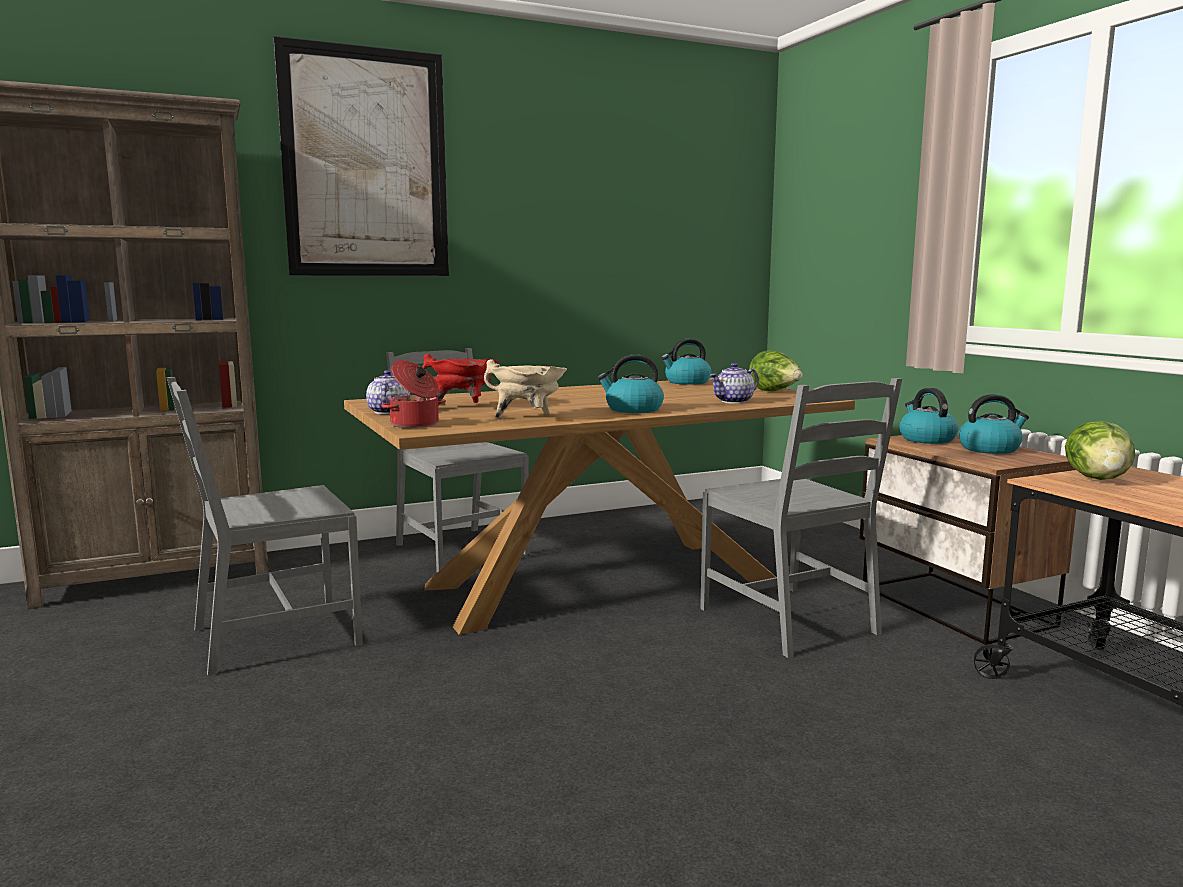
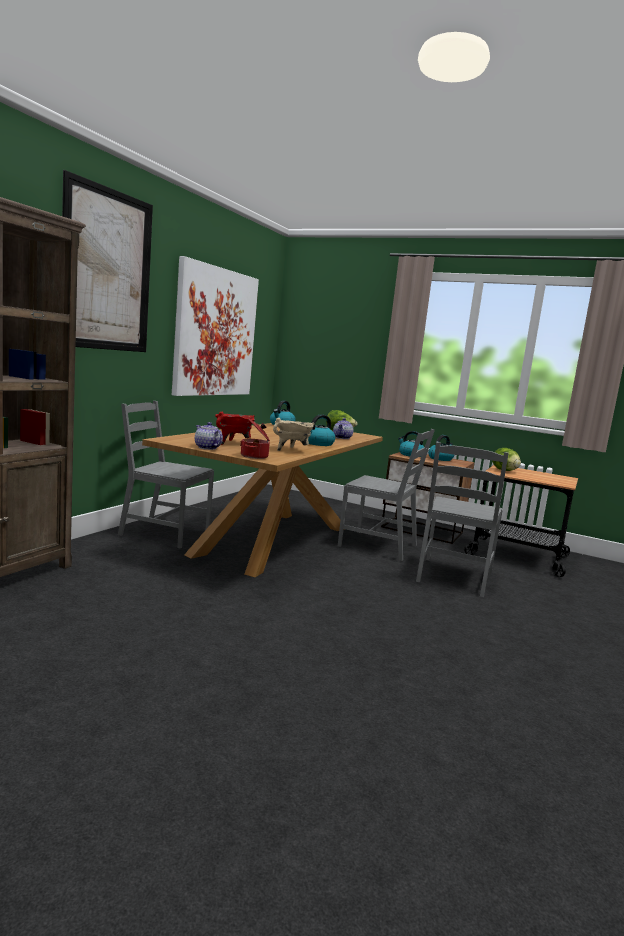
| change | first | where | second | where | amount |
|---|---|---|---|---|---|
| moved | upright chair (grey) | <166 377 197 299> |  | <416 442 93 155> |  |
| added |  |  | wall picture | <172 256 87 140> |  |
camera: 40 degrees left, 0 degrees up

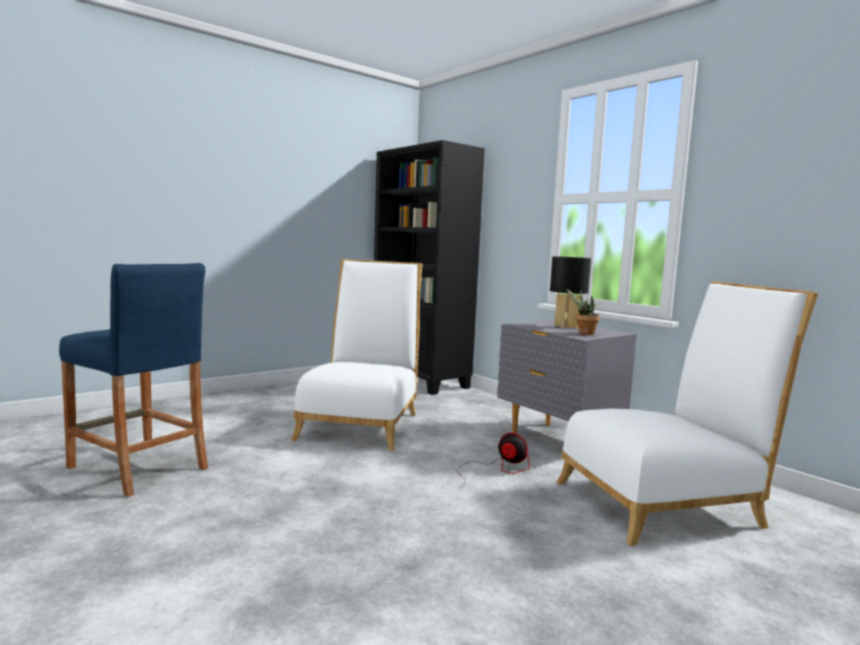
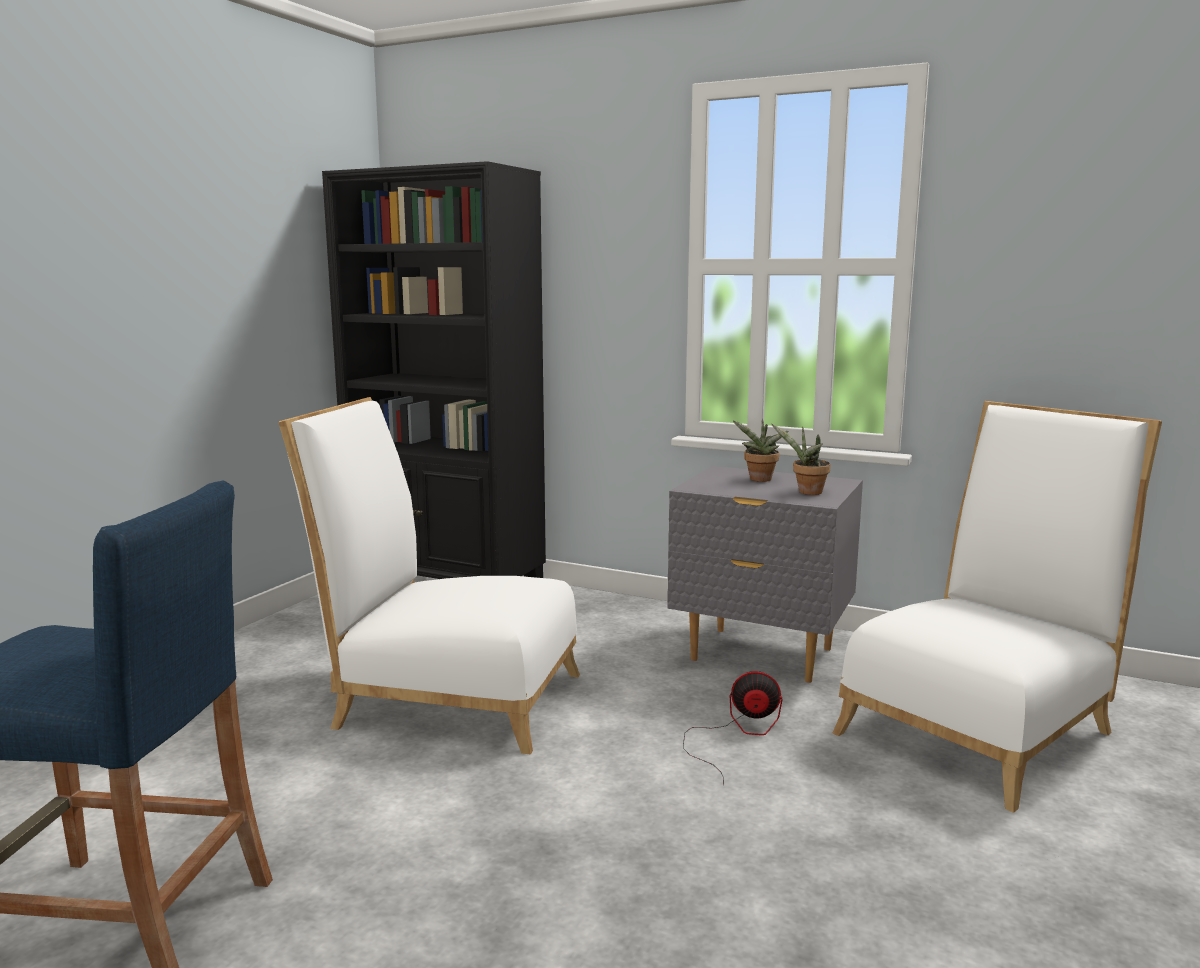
| change | first | where | second | where | amount |
|---|---|---|---|---|---|
| replaced | table lamp (black) | <550 256 41 72> | houseplant | <733 419 55 63> |  |
| turned | upright chair (white) | <291 259 131 192> |  | <278 397 302 357> | 60 degrees counterclockwise |
camera: 25 degrees left, 5 degrees up

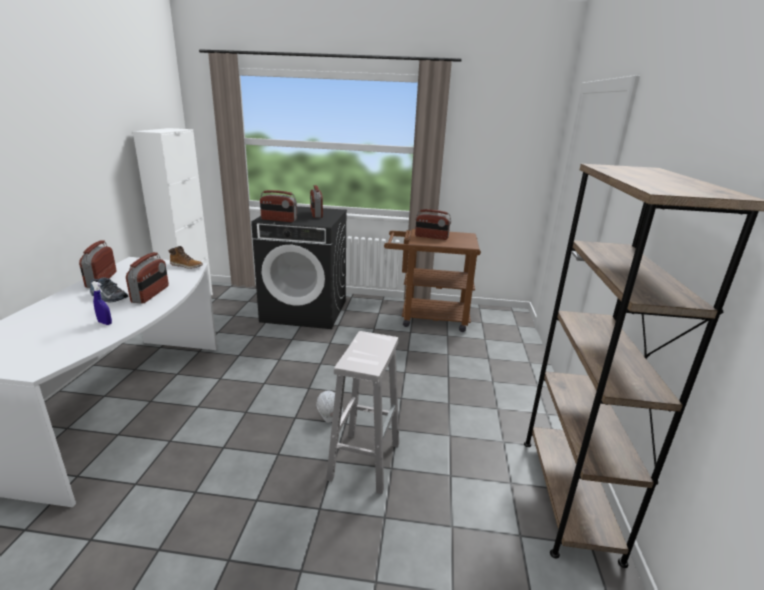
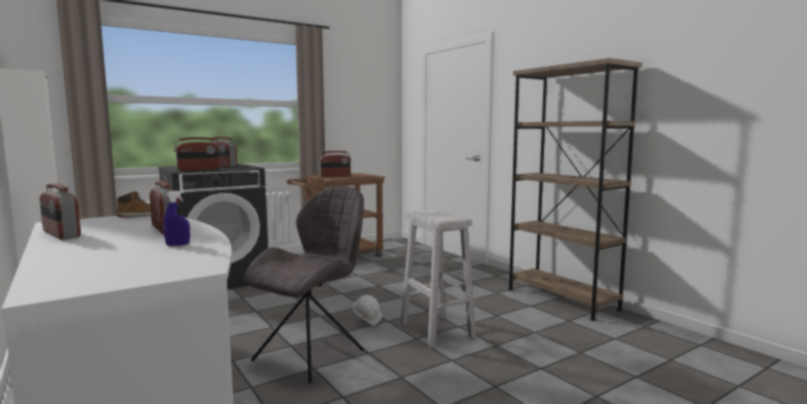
| change | first | where | second | where | amount |
|---|---|---|---|---|---|
| removed | shoe | <90 277 38 26> |  |  |  |
| added |  |  | upright chair (grey) | <244 186 120 197> |  |
camera: 40 degrees left, 15 degrees down

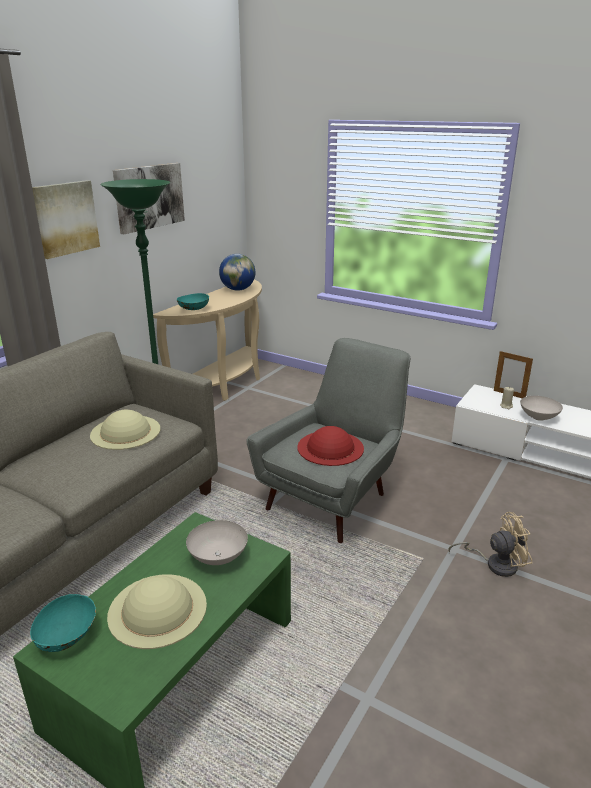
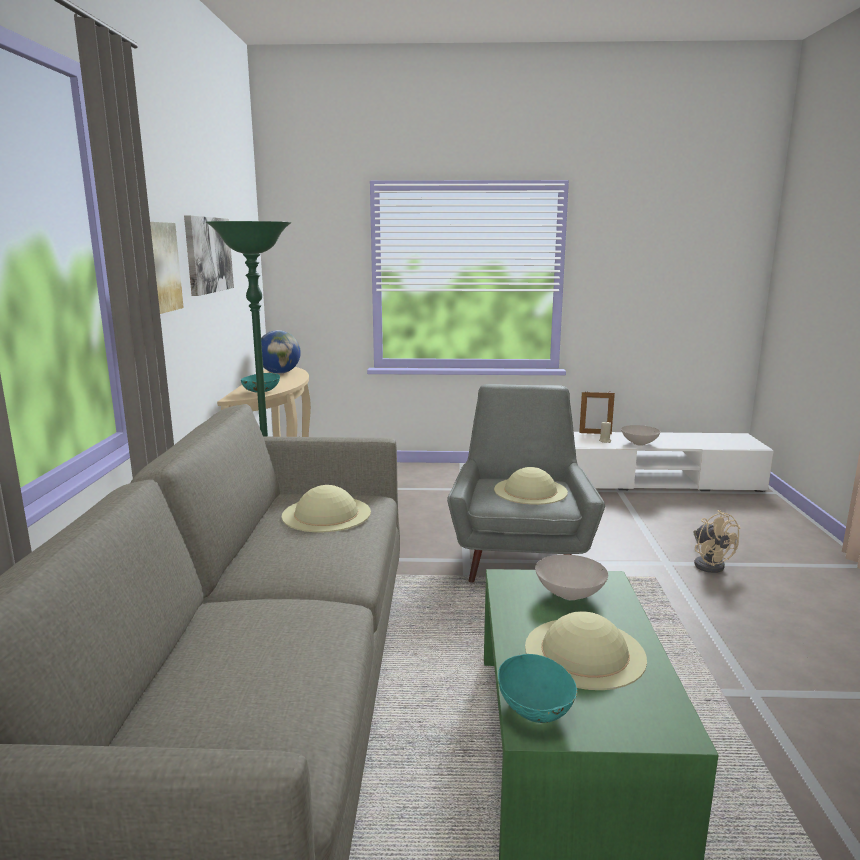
| change | first | where | second | where | amount |
|---|---|---|---|---|---|
| recoloured | clothing hat (red-coloured) | <297 426 67 40> | clothing hat (beige) | <494 467 74 38> |  |
| turned | electric fan (beige) | <448 512 84 65> |  | <694 510 46 63> | 105 degrees clockwise |
camera: 30 degrees left, 10 degrees down

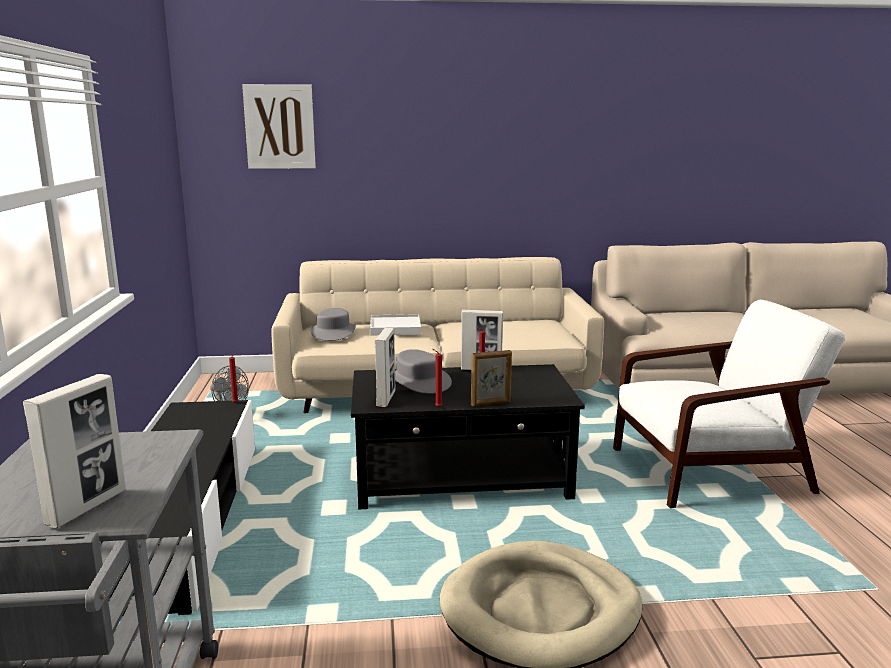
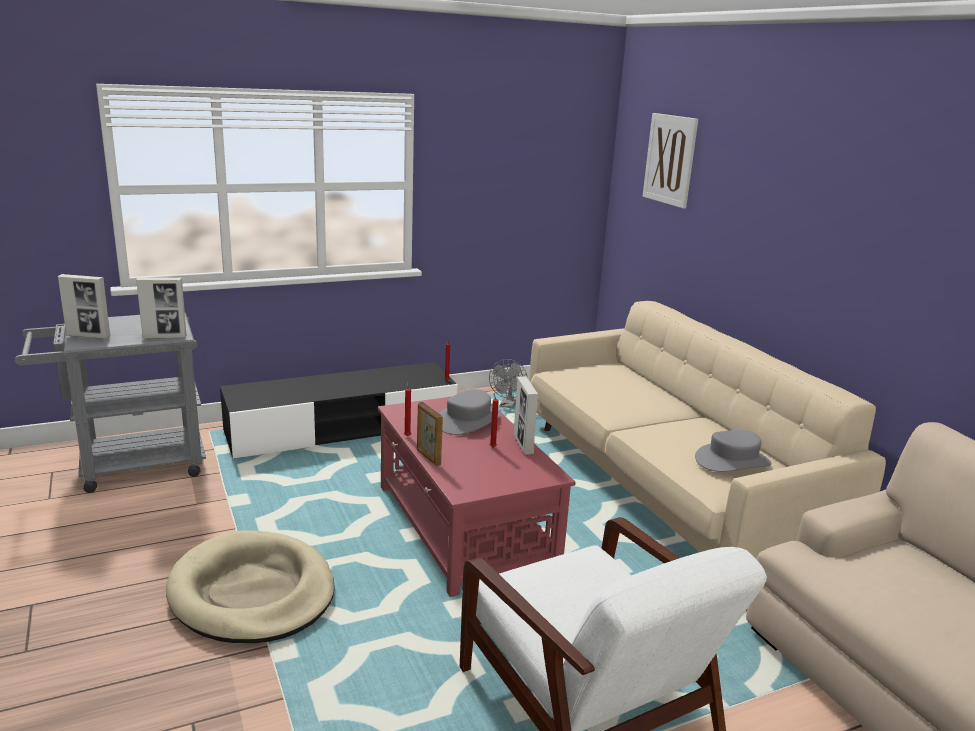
| change | first | where | second | where | amount |
|---|---|---|---|---|---|
| moved | clothing hat (grey) | <311 308 45 33> |  | <695 430 77 42> |  |
| removed | serving tray (white) | <370 314 51 22> |  |  |  |
| moved | standing frame | <375 328 20 79> |  | <136 277 51 62> |  |
| recoloured | coffee table (black) | <351 364 234 145> | coffee table (red-coloured) | <378 397 198 200> |  |
camera: 70 degrees right, 5 degrees up

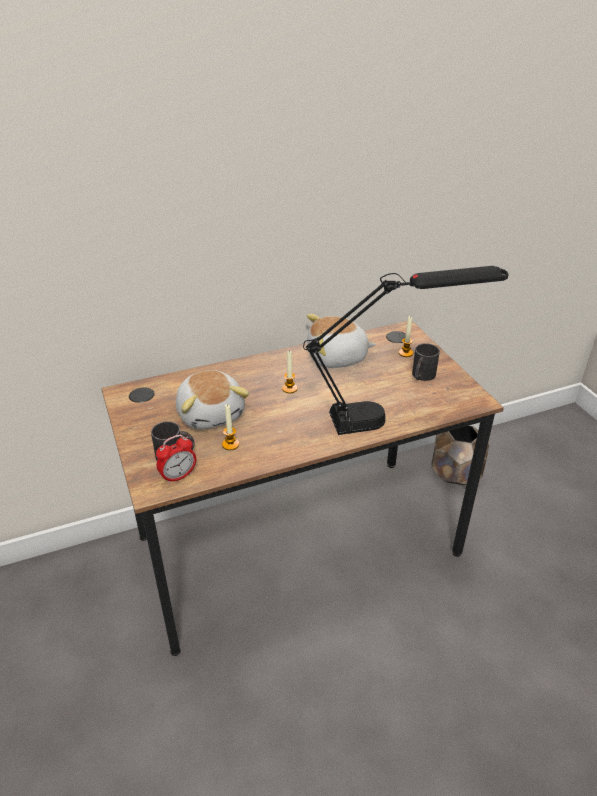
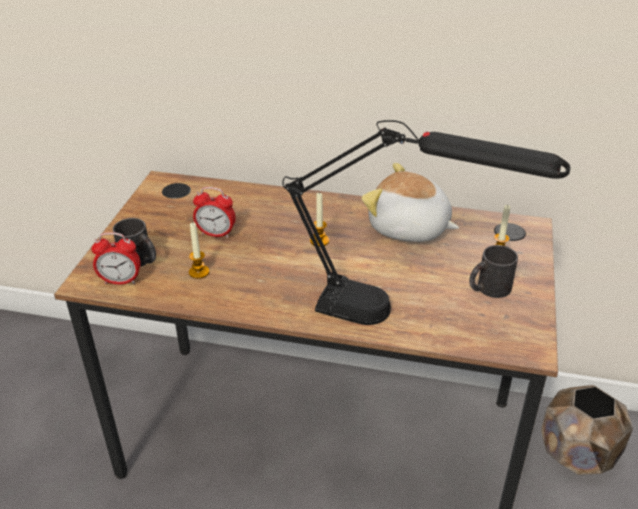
| change | first | where | second | where | amount |
|---|---|---|---|---|---|
| replaced | cuddly toy | <176 370 73 59> | table clock | <193 187 43 51> |  |
camera: 35 degrees right, 0 degrees up

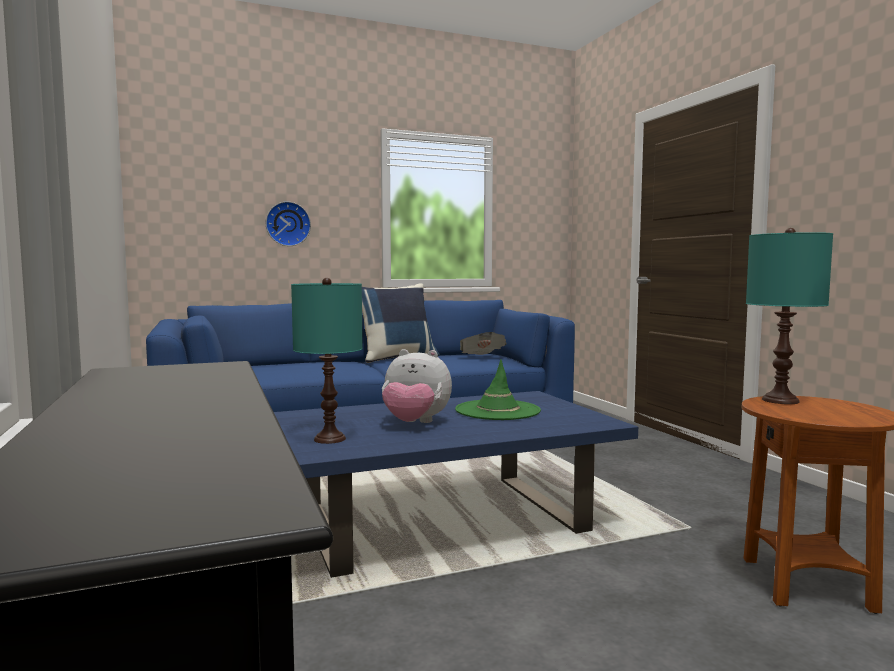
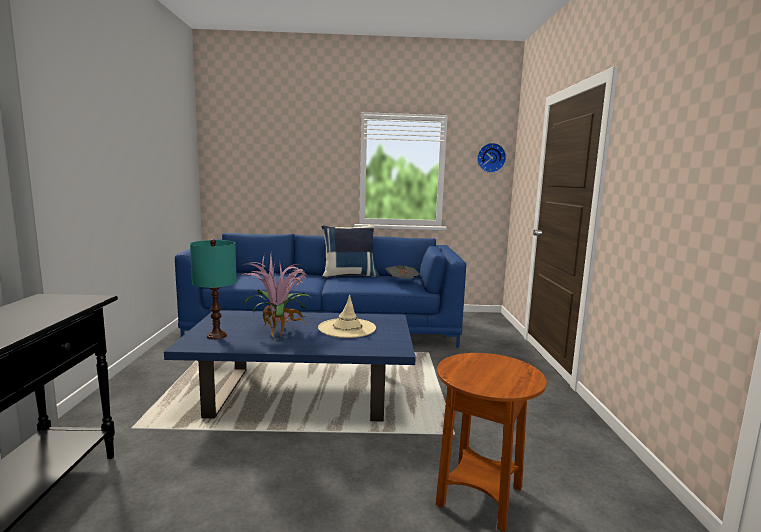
| change | first | where | second | where | amount |
|---|---|---|---|---|---|
| moved | clock on the wall | <266 201 45 45> |  | <477 143 29 30> |  |
| removed | table lamp (blue-green) | <746 228 87 176> |  |  |  |
| replaced | cuddly toy | <382 349 70 74> | houseplant | <241 254 70 85> |  |
| recoloured | clothing hat (green-coloured) | <455 360 86 60> | clothing hat (beige) | <318 295 58 43> |  |
camera: 20 degrees right, 5 degrees up

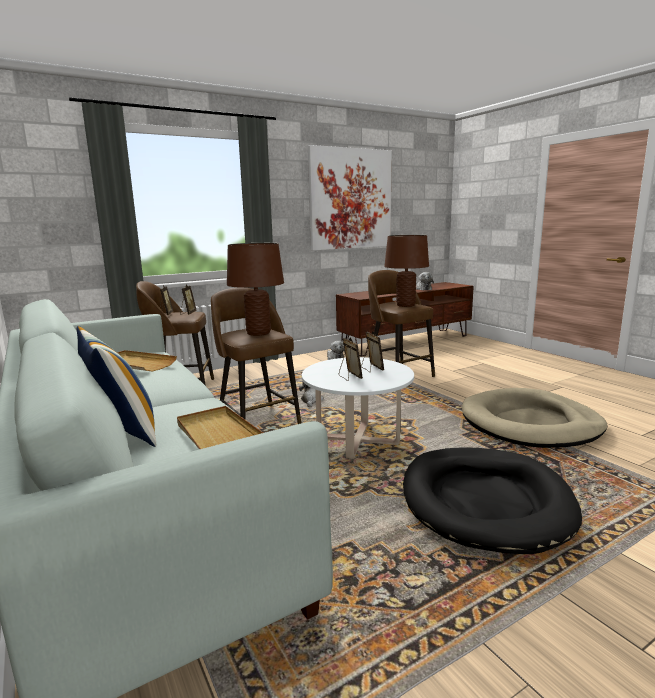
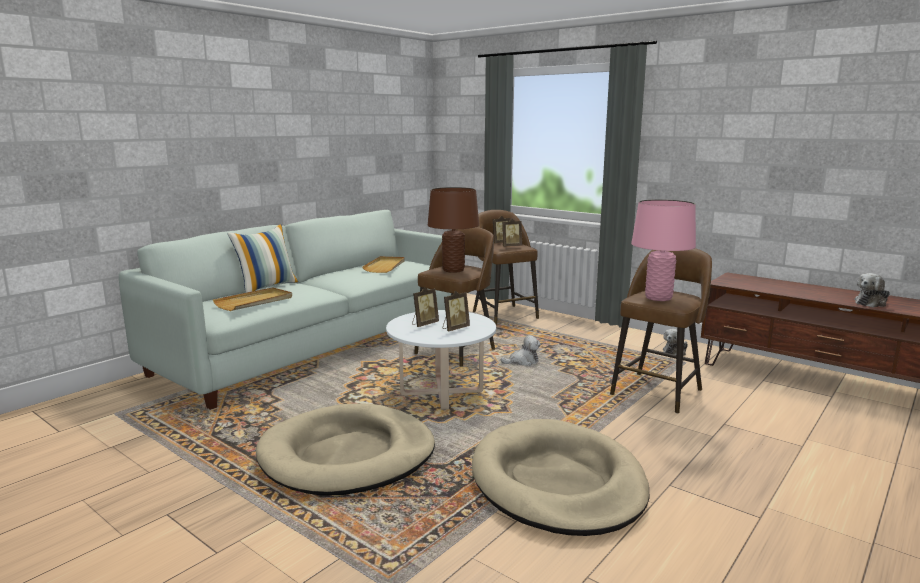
| change | first | where | second | where | amount |
|---|---|---|---|---|---|
| removed | wall picture | <308 145 84 105> |  |  |  |
| recoloured | table lamp (brownish) | <384 235 45 72> | table lamp (pink-coloured) | <631 199 65 102> |  |
| recoloured | dog bed (black) | <403 447 179 107> | dog bed (beige) | <256 403 179 93> |  |
camera: 70 degrees right, 0 degrees up

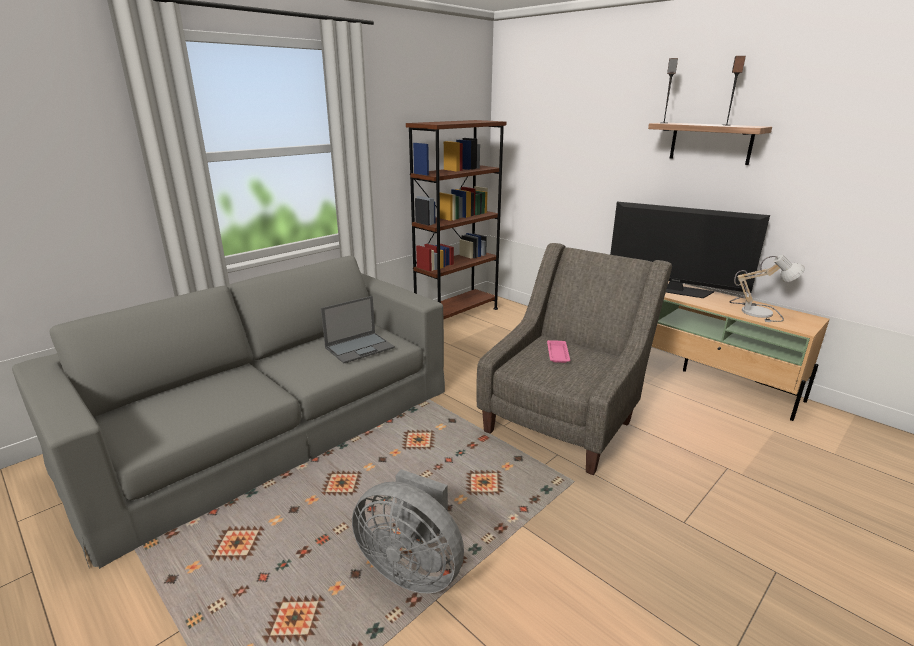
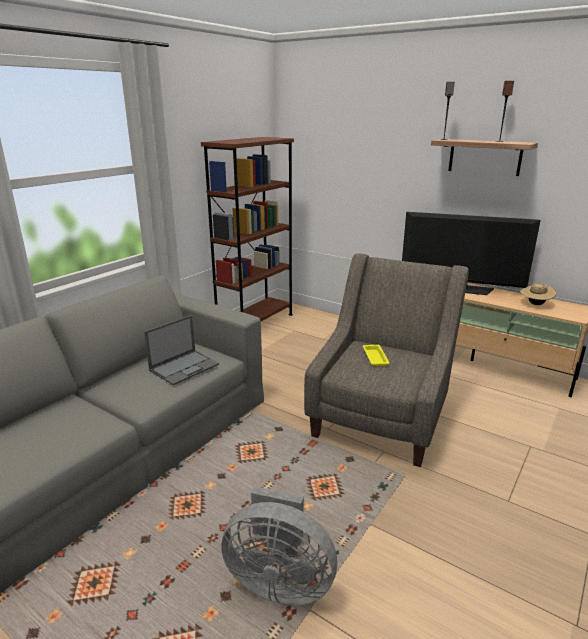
| change | first | where | second | where | amount |
|---|---|---|---|---|---|
| replaced | table lamp | <730 255 75 67> | clothing hat (beige) | <520 282 36 23> |  |
| recoloured | serving tray (pink-coloured) | <547 340 23 23> | serving tray (yellow) | <363 345 27 21> |  |
camera: 10 degrees left, 0 degrees up

